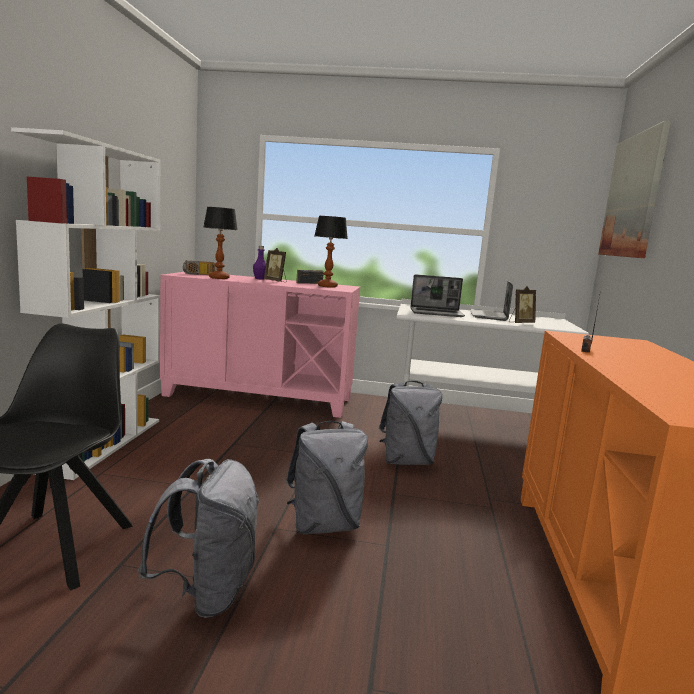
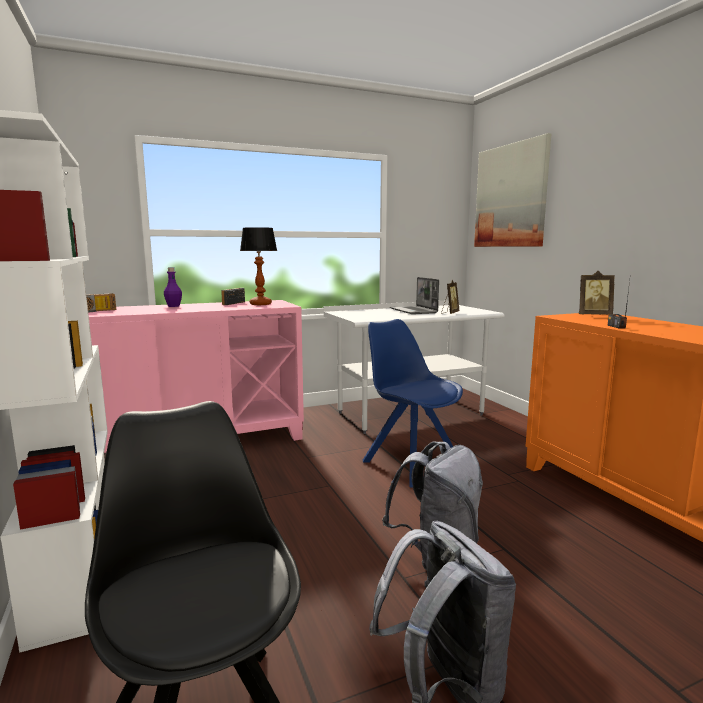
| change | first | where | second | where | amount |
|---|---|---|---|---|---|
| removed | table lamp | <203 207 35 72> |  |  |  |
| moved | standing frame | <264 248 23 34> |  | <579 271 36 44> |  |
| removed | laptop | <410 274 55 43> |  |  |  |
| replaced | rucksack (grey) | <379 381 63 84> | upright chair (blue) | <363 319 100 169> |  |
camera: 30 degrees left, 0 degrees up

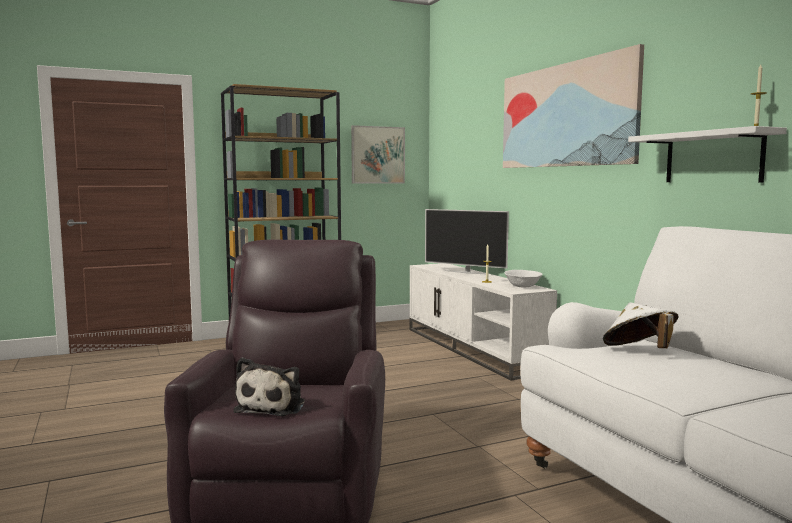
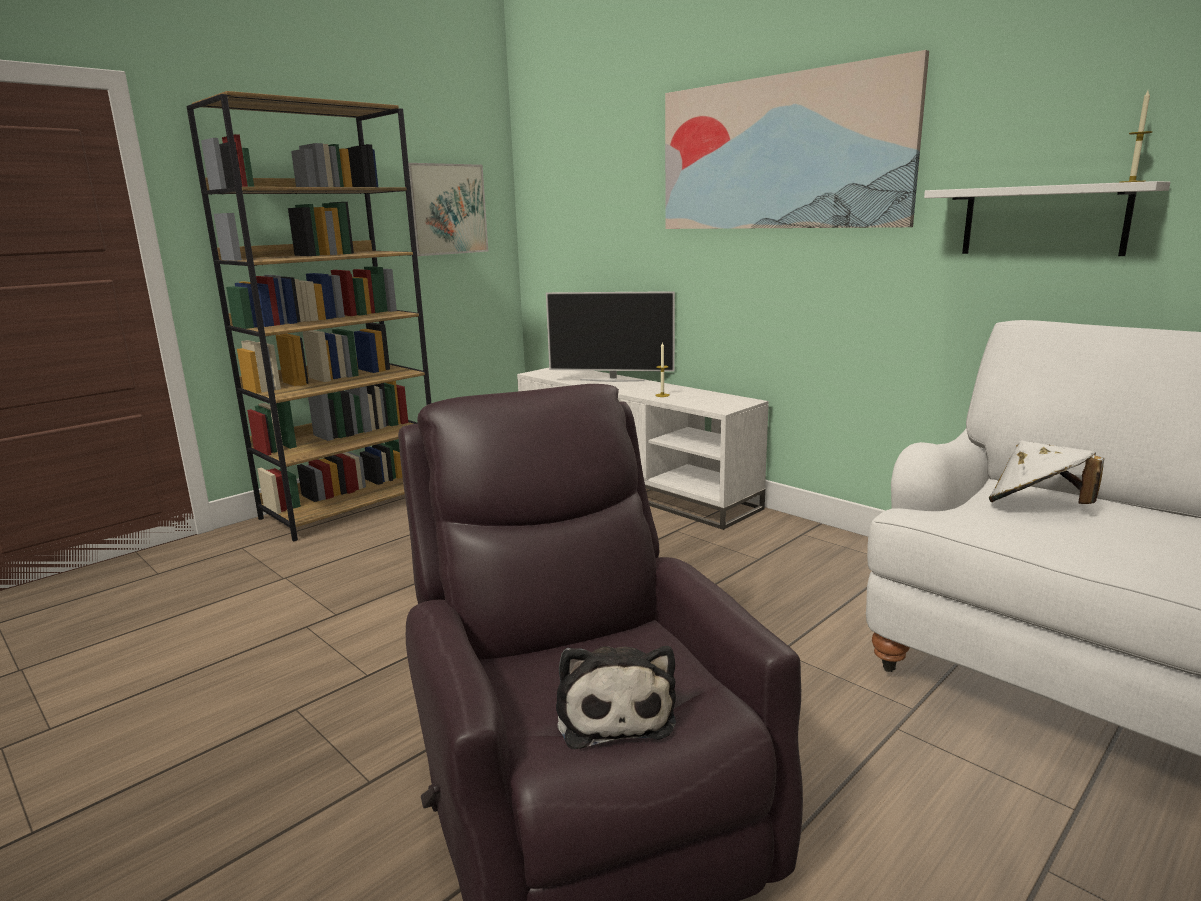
| change | first | where | second | where | amount |
|---|---|---|---|---|---|
| removed | deep dish (white) | <504 270 39 18> |  |  |  |
camera: 20 degrees left, 10 degrees up

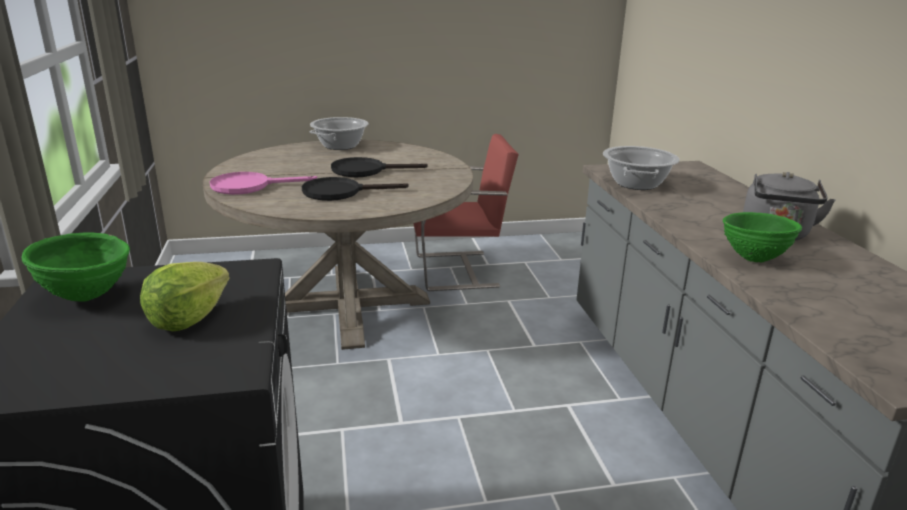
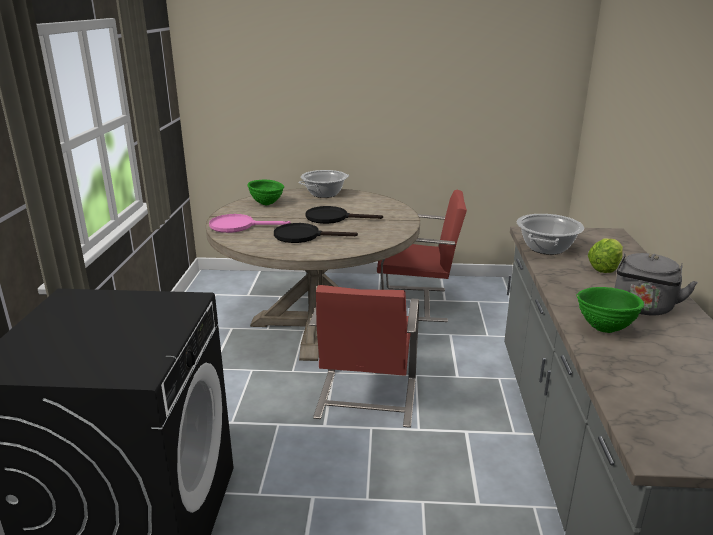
| change | first | where | second | where | amount |
|---|---|---|---|---|---|
| moved | deep dish (green-coloured) | <22 232 108 70> |  | <247 180 37 25> |  |
| moved | head of lettuce | <140 262 90 69> |  | <588 238 35 35> |  |
| added |  |  | upright chair (red-coloured) | <309 285 110 143> |  |
camera: 15 degrees right, 0 degrees up

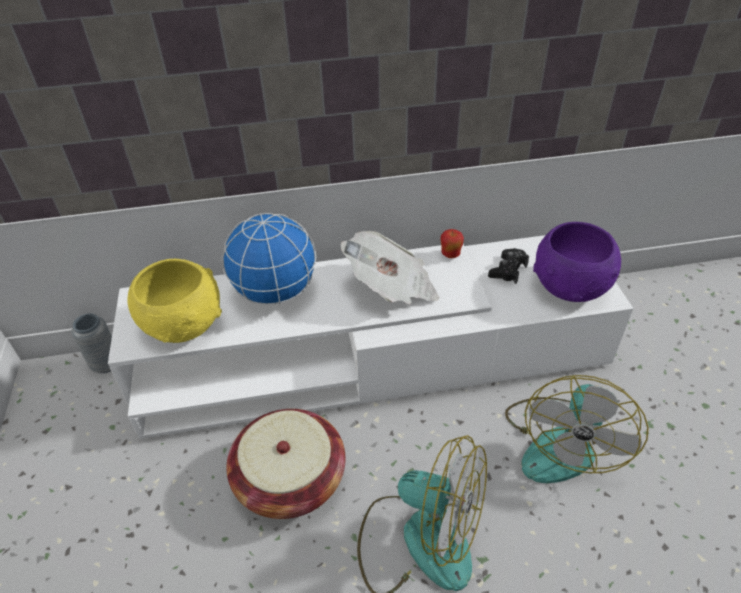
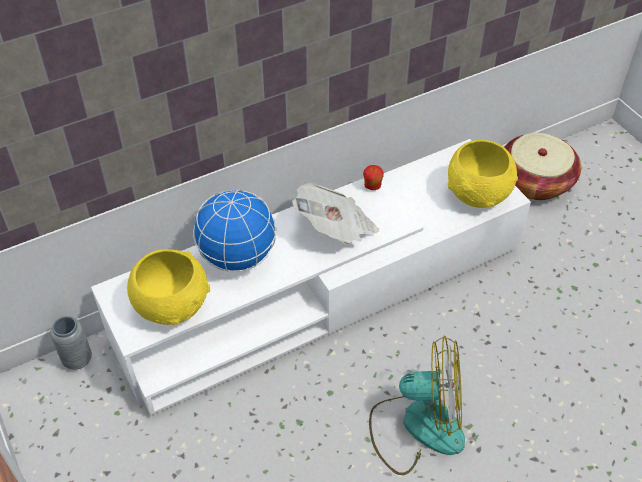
| change | first | where | second | where | amount |
|---|---|---|---|---|---|
| recoloured | deep dish (purplish) | <533 222 88 80> | deep dish (yellow) | <448 140 70 68> |  |
| removed | joypad (black) | <488 248 41 36> |  |  |  |
| removed | electric fan | <505 375 144 108> |  |  |  |
| moved | basket | <227 409 119 110> |  | <504 133 77 67> |  |
camera: 20 degrees left, 5 degrees up

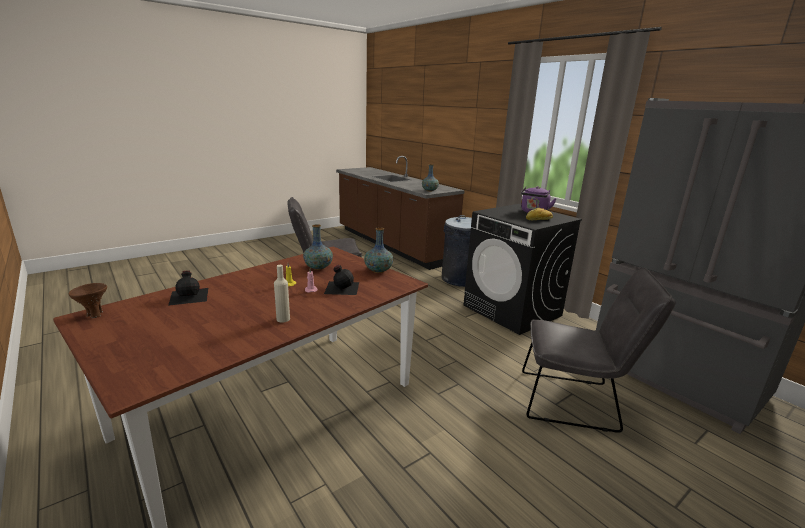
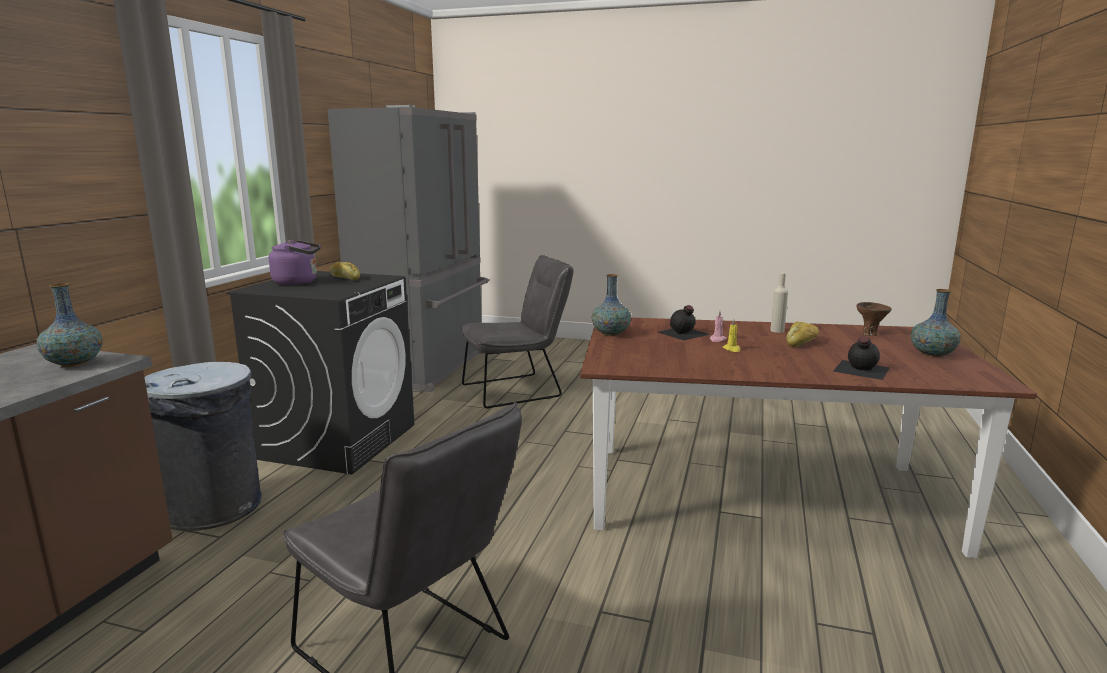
| change | first | where | second | where | amount |
|---|---|---|---|---|---|
| moved | vase | <303 224 30 46> |  | <911 289 50 68> |  |
| turned | upright chair (grey) | <522 267 153 166> |  | <461 255 113 153> | 90 degrees clockwise |
| moved | deep dish (brownish) | <68 283 39 35> |  | <856 302 35 34> |  |
| added |  |  | bread | <787 321 32 26> |  |
camera: 125 degrees left, 5 degrees down

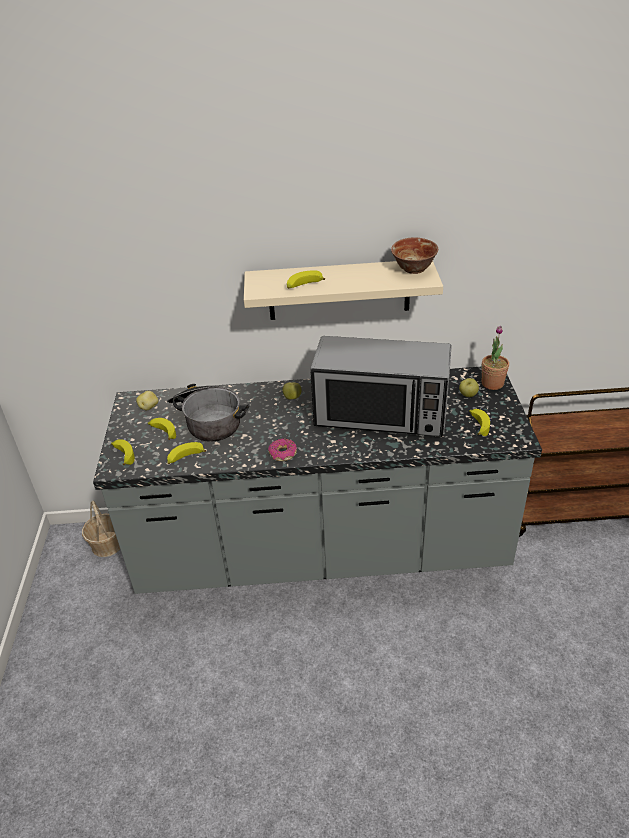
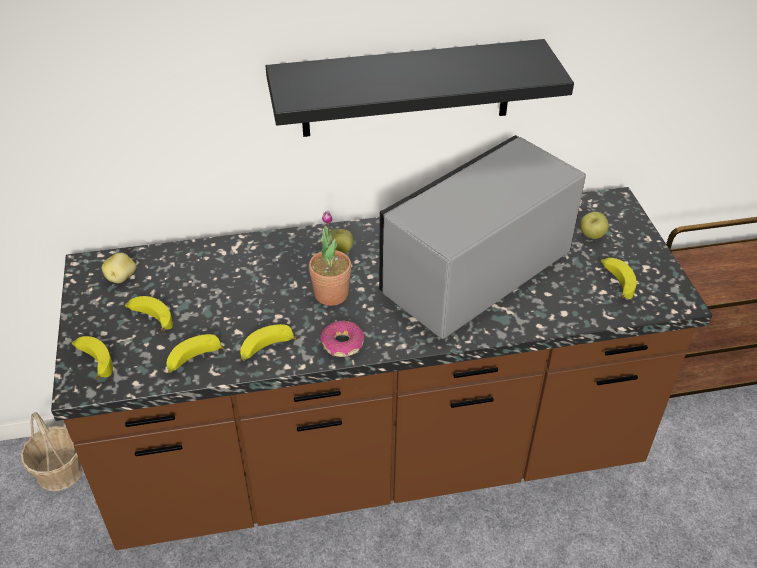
| change | first | where | second | where | amount |
|---|---|---|---|---|---|
| removed | deep dish | <391 237 47 37> |  |  |  |
| recoloured | shelf (beige) | <244 261 199 59> | shelf (black) | <266 39 308 98> |  |
| moved | banana fruit | <287 270 38 18> |  | <240 324 57 37> |  |
| moved | houseplant | <482 326 27 64> |  | <309 211 42 95> |  |
| turned | microwave | <310 336 142 101> |  | <379 135 207 204> | 135 degrees clockwise |
| recoloured | counter (grey) | <93 367 449 227> | counter (brownish) | <51 187 661 363> |  |
| removed | cooking pot | <167 384 82 58> |  |  |  |
camera: 10 degrees left, 5 degrees up

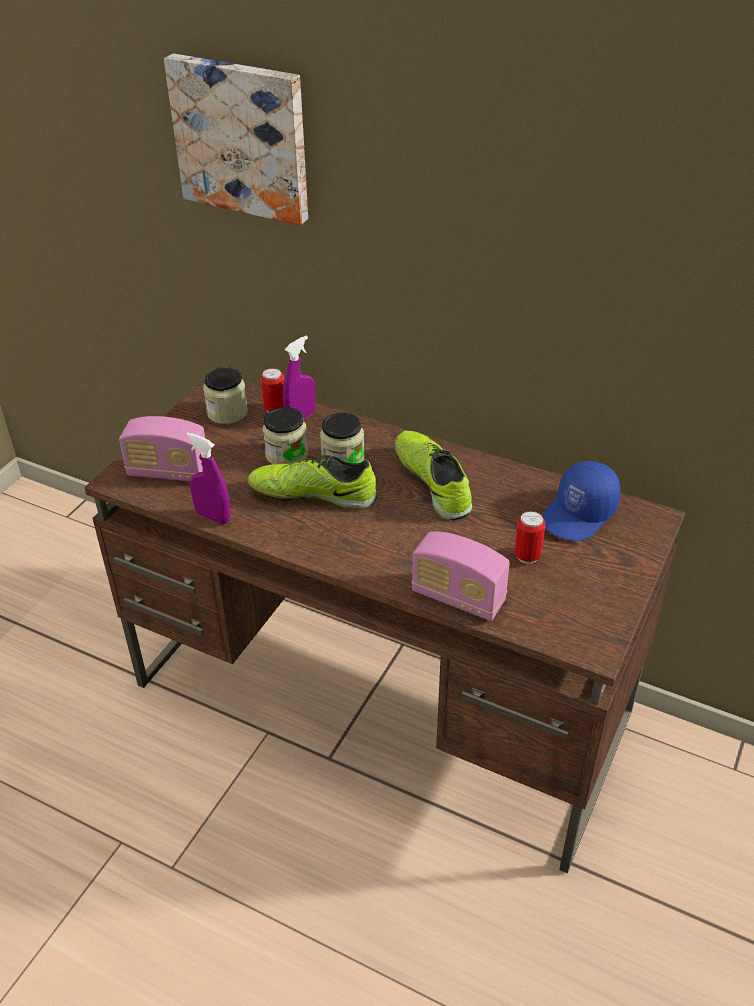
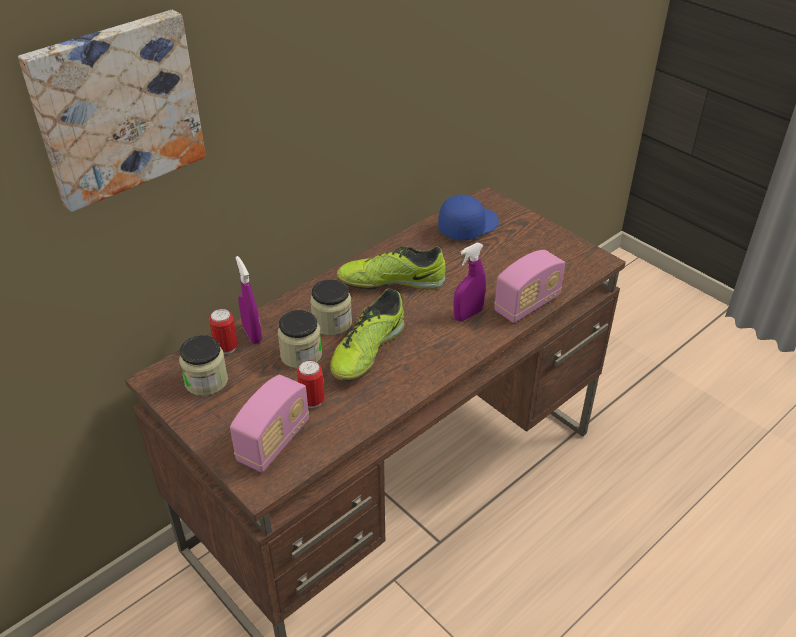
| change | first | where | second | where | amount |
|---|---|---|---|---|---|
| moved | sprayer (purplish) | <186 432 44 92> |  | <454 243 32 78> |  |
| turned | peaked cap (blue) | <542 461 78 80> |  | <438 195 61 46> | 105 degrees counterclockwise |
| moved | sealed can | <514 511 31 53> |  | <297 360 28 48> |  |
camera: 70 degrees left, 0 degrees up

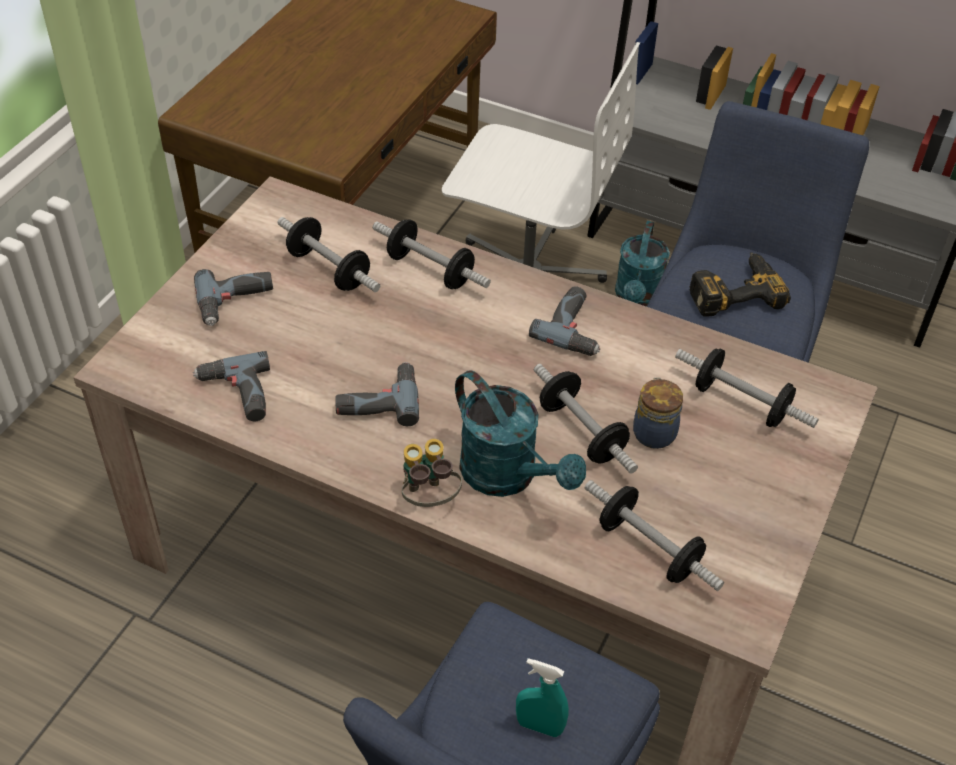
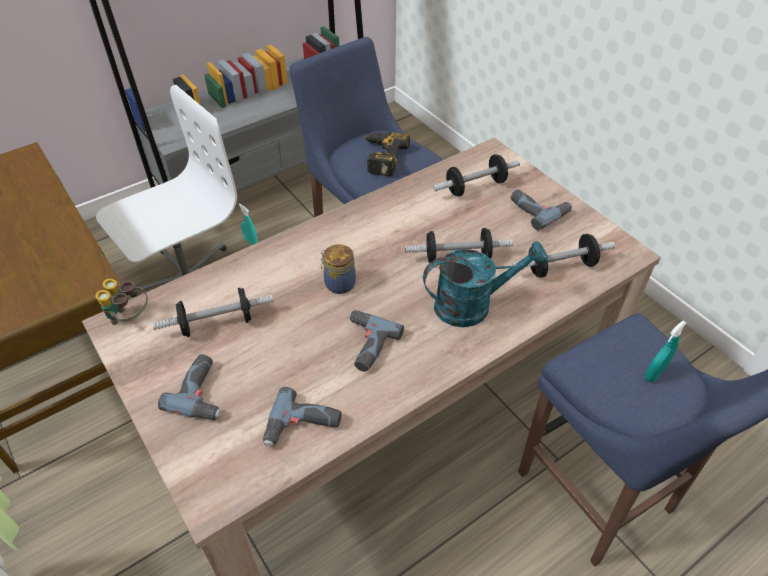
| change | first | where | second | where | amount |
|---|---|---|---|---|---|
| removed | dumbbell | <373 219 118 70> |  |  |  |
| replaced | watering pot (blue-green) | <615 221 55 86> | sprayer (blue-green) | <238 203 20 42> |  |
| moved | power drill | <529 286 71 70> |  | <511 190 61 40> |  |
| moved | jar | <633 377 50 72> |  | <321 244 35 50> |  |
| moved | field glasses | <402 439 60 68> |  | <95 279 53 46> |  |
camera: 60 degrees left, 0 degrees up

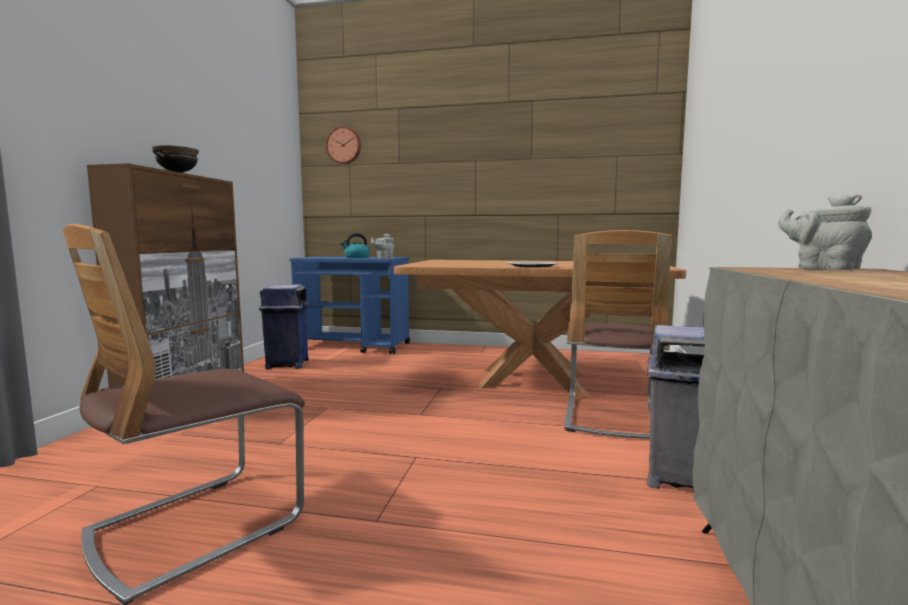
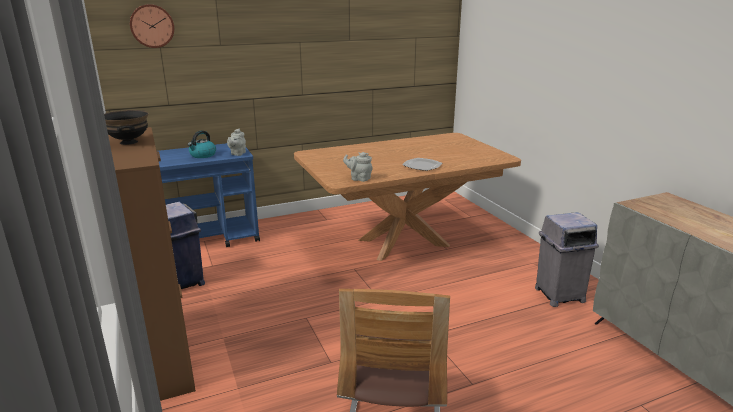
| change | first | where | second | where | amount |
|---|---|---|---|---|---|
| moved | tea pot (grey) | <778 194 94 76> |  | <343 152 30 30> |  |
| removed | upright chair | <564 230 108 209> |  |  |  |
camera: 35 degrees left, 15 degrees up

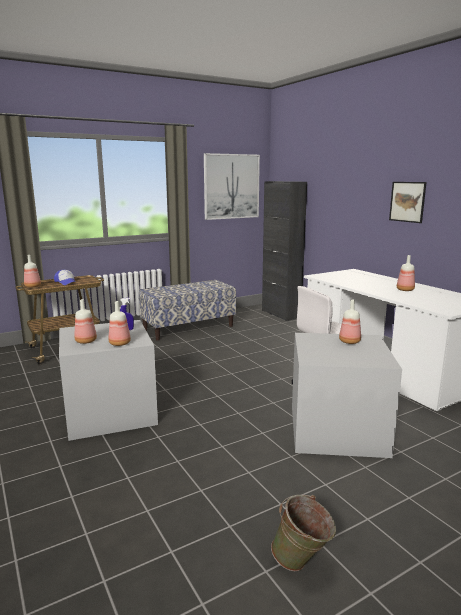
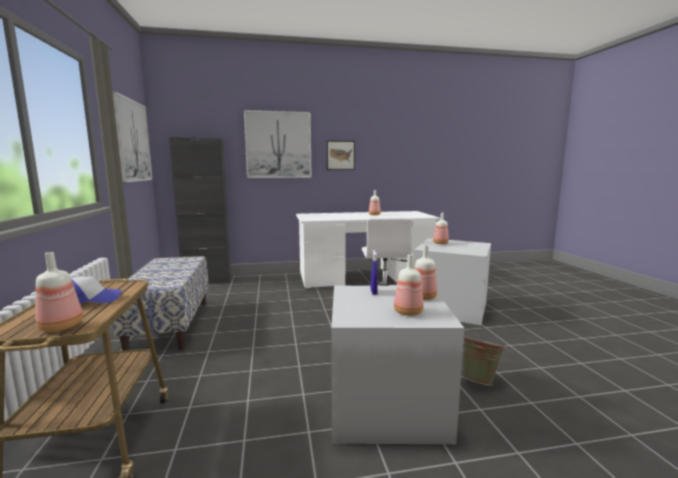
| change | first | where | second | where | amount |
|---|---|---|---|---|---|
| moved | water bucket (green-coloured) | <271 495 65 76> |  | <463 336 44 50> |  |
| added |  |  | wall picture | <244 110 68 68> |  |
camera: 70 degrees left, 5 degrees down

